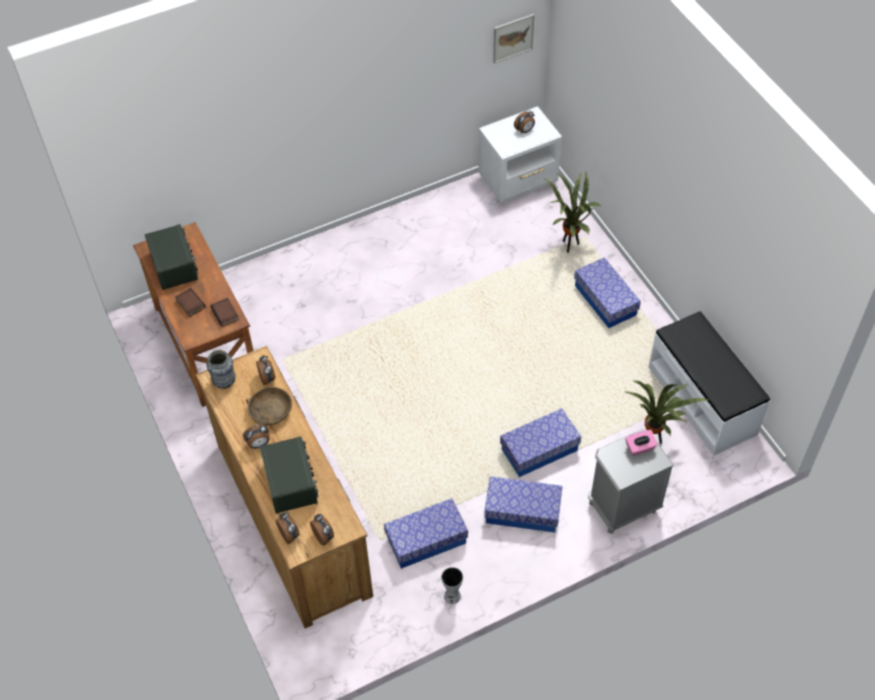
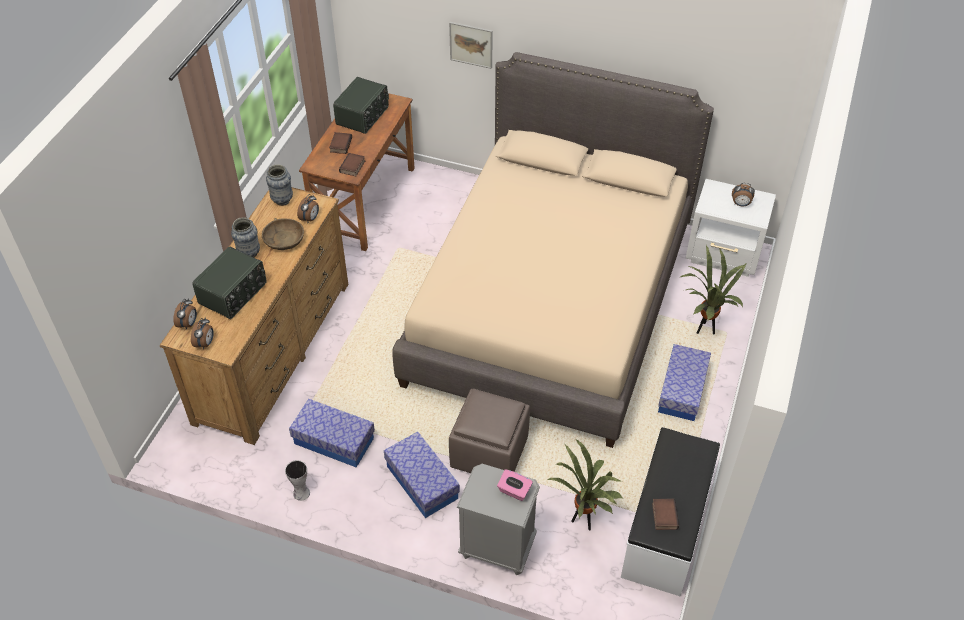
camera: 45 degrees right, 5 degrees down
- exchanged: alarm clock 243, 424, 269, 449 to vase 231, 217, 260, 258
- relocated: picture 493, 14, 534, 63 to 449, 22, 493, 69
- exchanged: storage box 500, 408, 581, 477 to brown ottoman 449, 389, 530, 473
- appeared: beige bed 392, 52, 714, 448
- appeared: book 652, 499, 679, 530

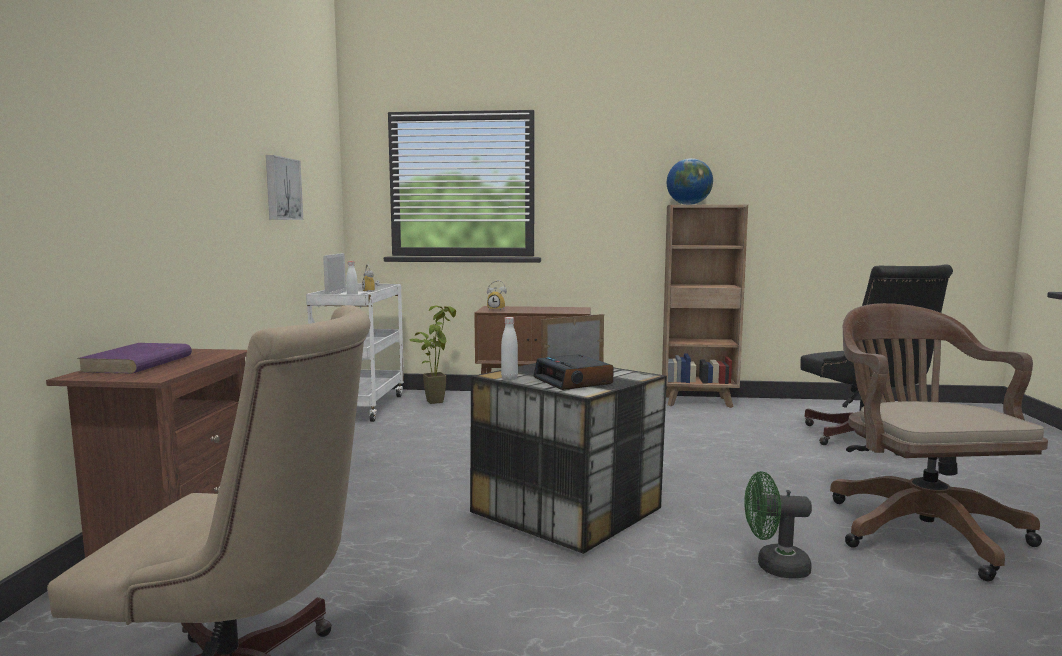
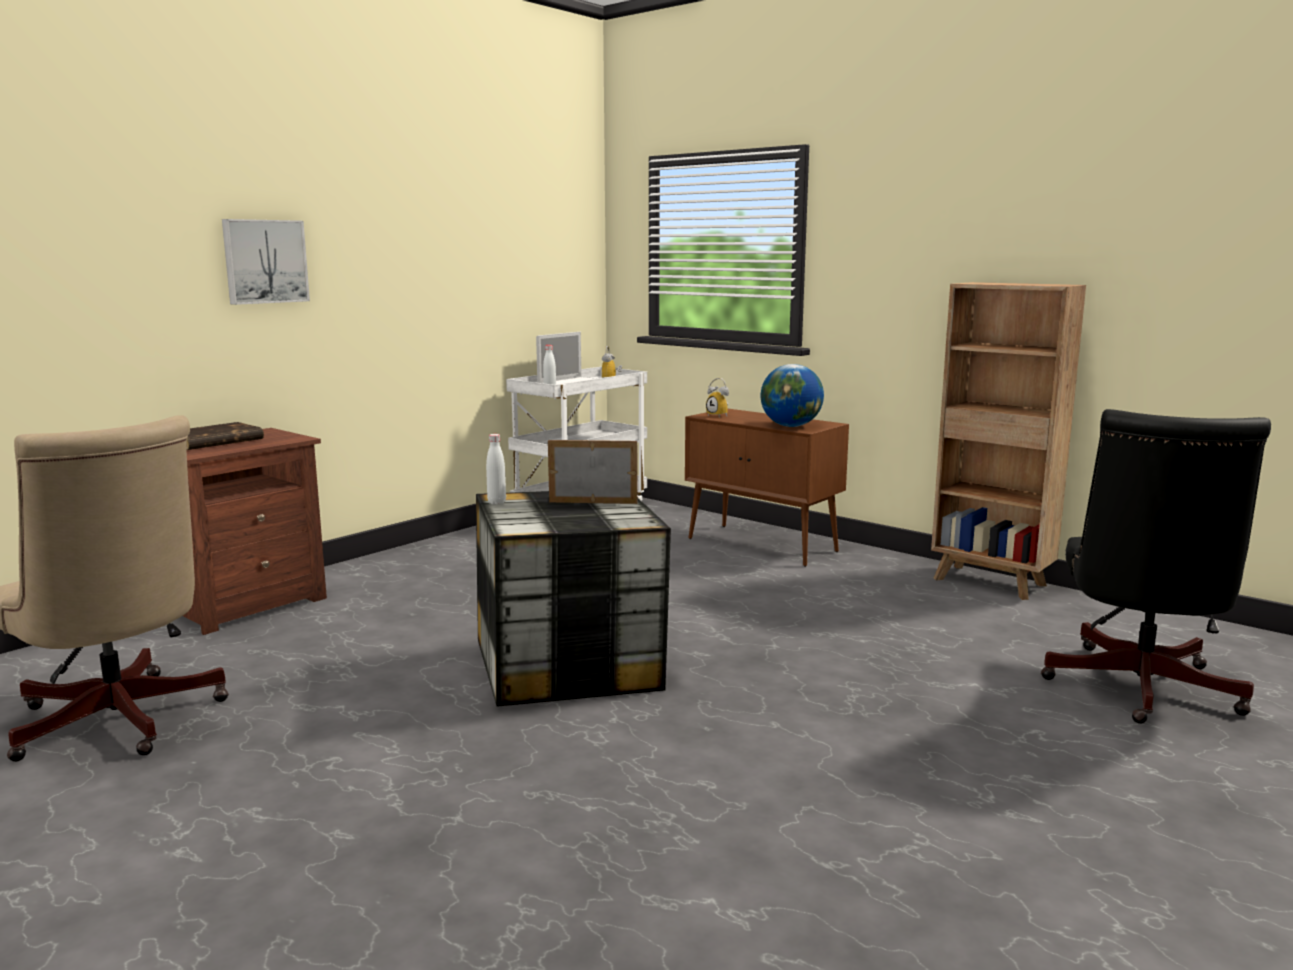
camera: 35 degrees right, 5 degrees up
- colour: purple book 77, 343, 192, 374 to brown book 186, 422, 264, 450
- relocated: picture 266, 155, 303, 220 to 222, 219, 310, 305
- missing: potted plant 409, 306, 456, 404
- missing: alarm clock 534, 354, 614, 390
- relocated: globe 667, 158, 713, 205 to 761, 364, 824, 427
- missing: green fan 744, 471, 812, 578
- missing: brown office chair 830, 303, 1048, 581

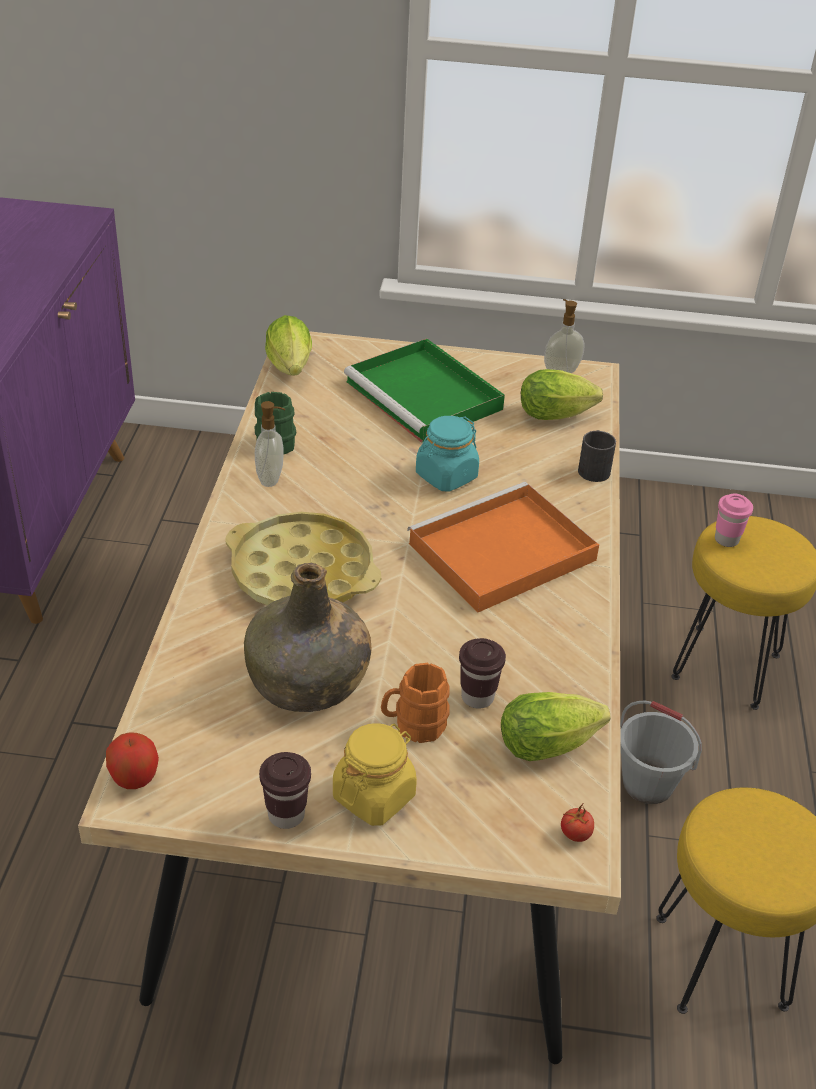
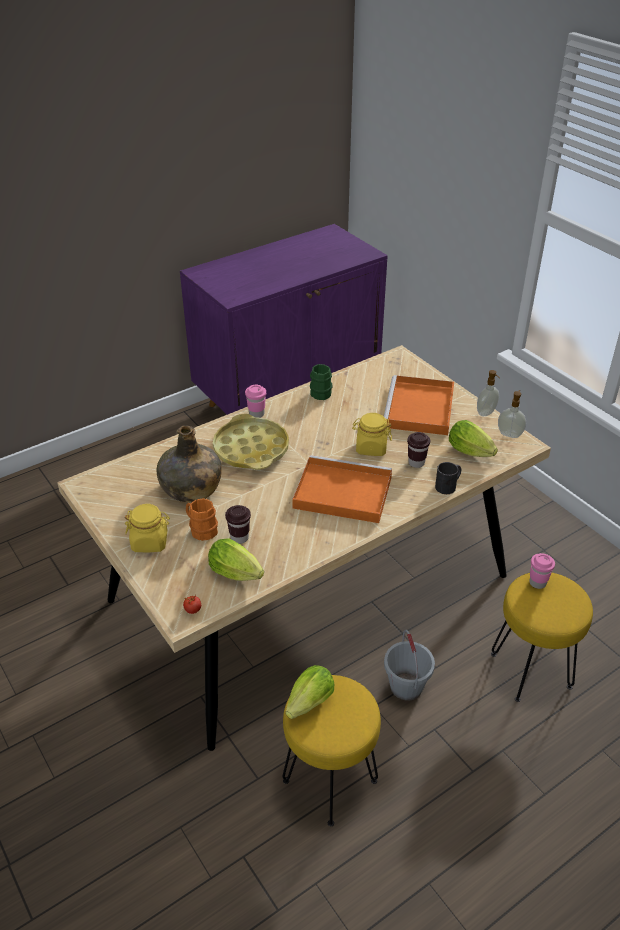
camera: 50 degrees right, 0 degrees up
- missing: apple 106, 733, 159, 789
- relocated: soap dispenser 255, 401, 285, 487 to 477, 370, 500, 416
- relocated: brown cup 259, 752, 311, 829 to 407, 432, 430, 468
- relocated: lettuce 265, 315, 312, 375 to 286, 665, 334, 719
- colour: green tray 344, 338, 505, 443 to orange tray 384, 375, 454, 435
- colour: turquoise jar 416, 416, 479, 492 to yellow jar 352, 413, 392, 456
- appeared: pink cup 245, 385, 266, 418

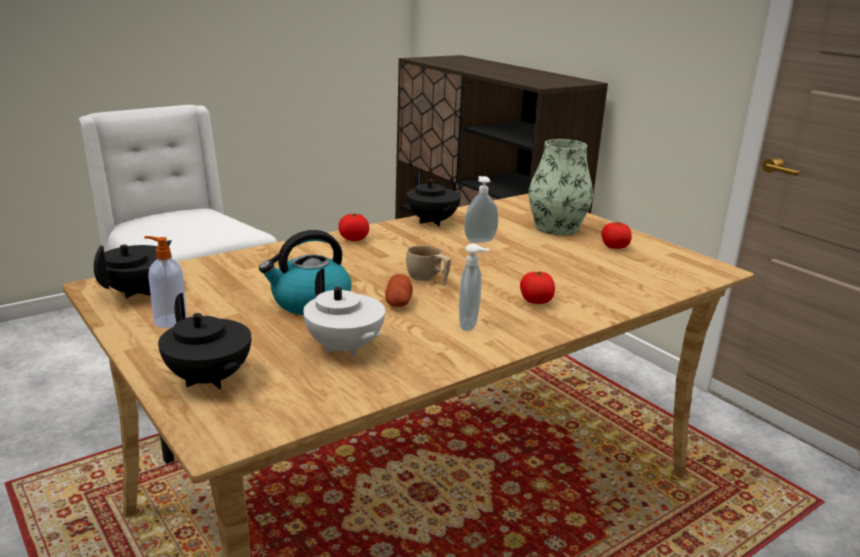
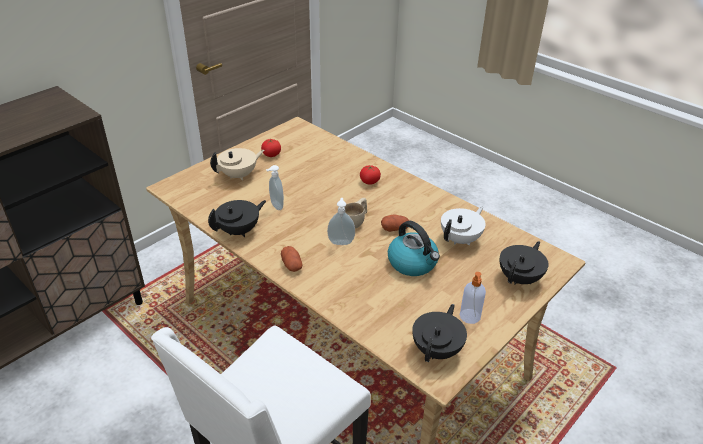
camera: 100 degrees left, 15 degrees up
- spun: black teapot 94, 240, 172, 299 = 412, 304, 467, 362 105 degrees clockwise
- exchanged: tomato 338, 213, 369, 241 to potato 281, 246, 303, 272
- relocated: soap dispenser 459, 244, 489, 331 to 327, 198, 355, 245
- exchanged: vase 529, 139, 593, 236 to beige teapot 210, 148, 264, 181

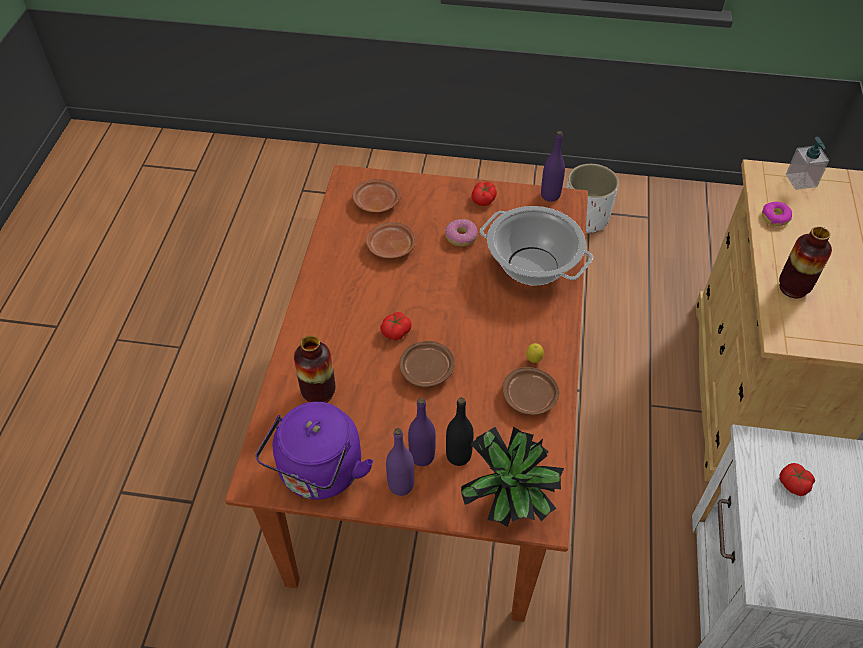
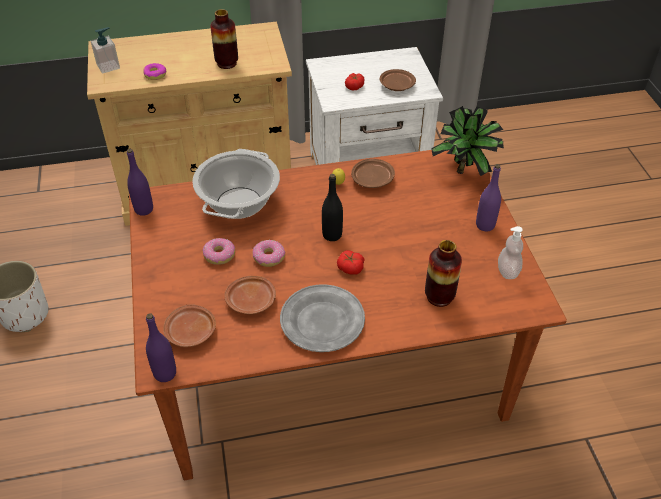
camera: 110 degrees left, 5 degrees down
- exchanged: purple kettle 255, 402, 374, 500 to soap dispenser 498, 226, 523, 279
- relocated: brown plate 399, 341, 455, 387 to 380, 69, 416, 91
- relocated: purple bottle 408, 398, 436, 466 to 146, 313, 176, 382
- relocated: black bottle 446, 397, 474, 466 to 322, 174, 343, 241
- missing: tomato 471, 182, 497, 206
- appeared: donut 252, 240, 286, 267
- appeared: grey plate 280, 284, 365, 352

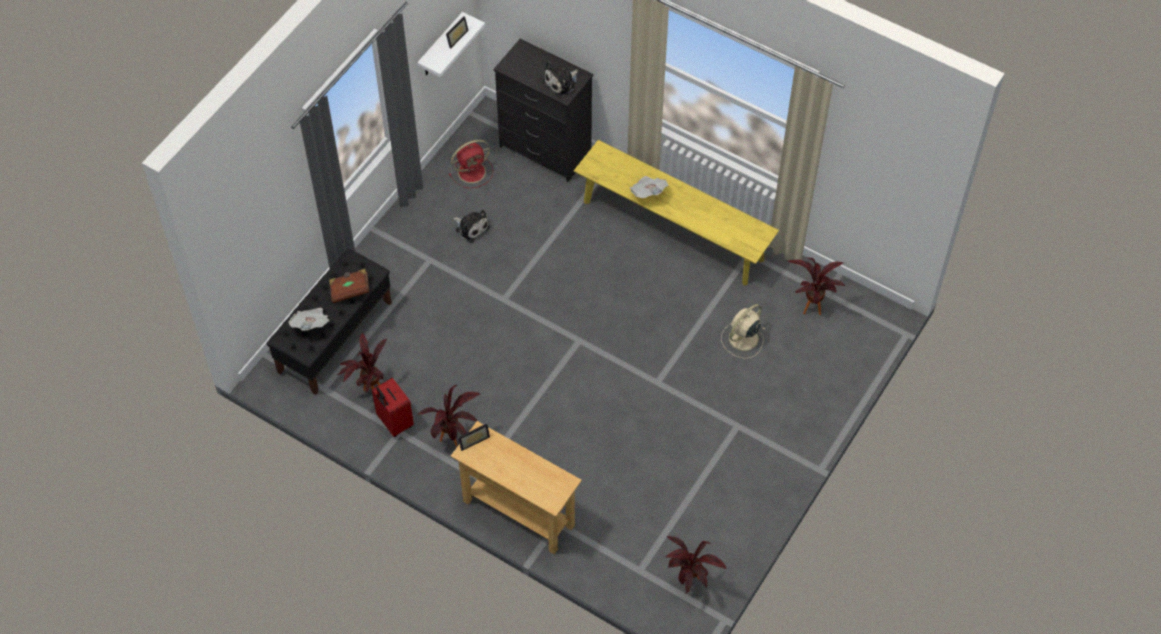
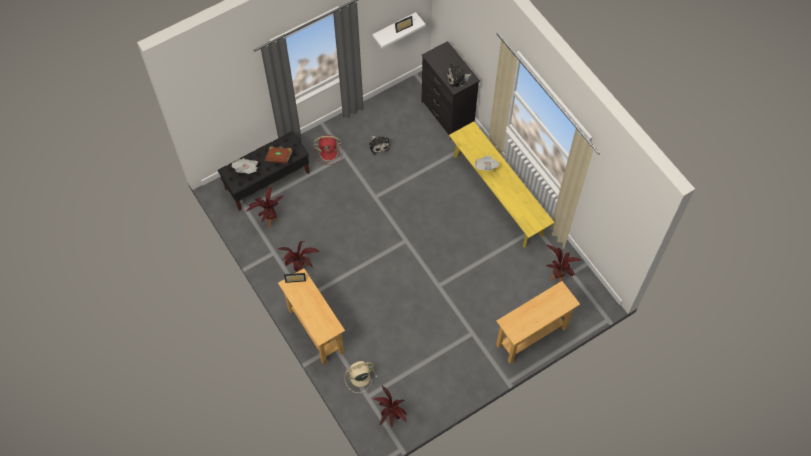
camera: 25 degrees right, 5 degrees up
- missing: red suitcase 372, 378, 414, 437
- relocated: red fan 449, 140, 493, 188 to 314, 135, 343, 165
- relocated: beige fan 721, 304, 765, 359 to 344, 361, 377, 393
- appeared: beige console table 496, 281, 580, 364

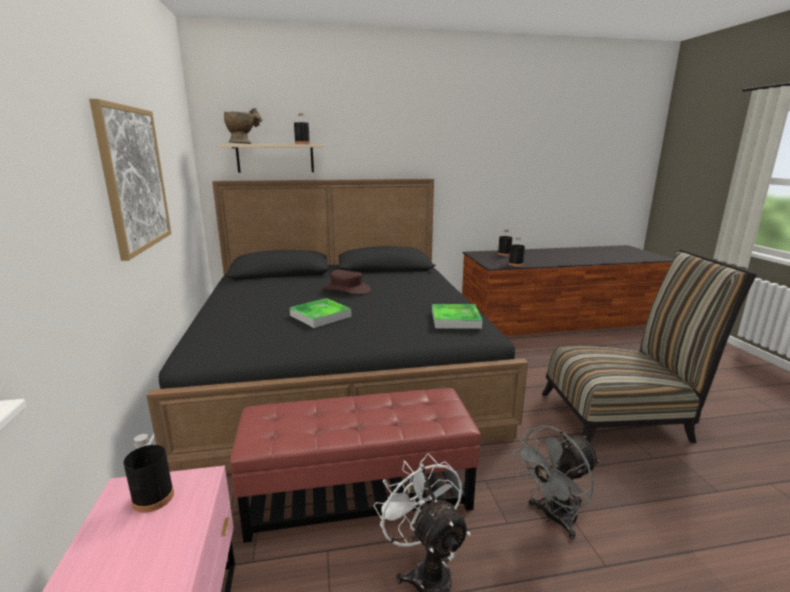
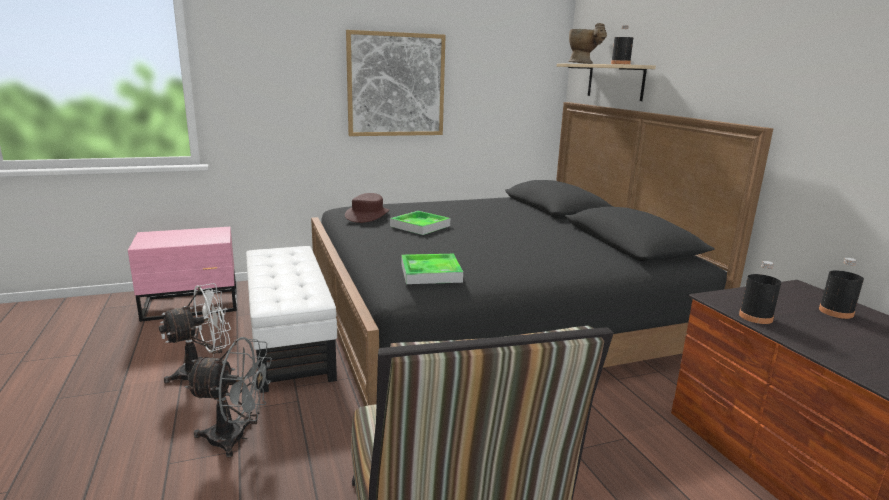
camera: 80 degrees right, 0 degrees up
- missing: black bottle 123, 434, 174, 513
- colour: red ottoman 230, 388, 481, 543 to white ottoman 246, 246, 337, 393
- relocated: brown hat 322, 270, 371, 295 to 345, 193, 389, 223
- spun: grey fan 513, 425, 600, 539 = 185, 337, 272, 458 135 degrees clockwise

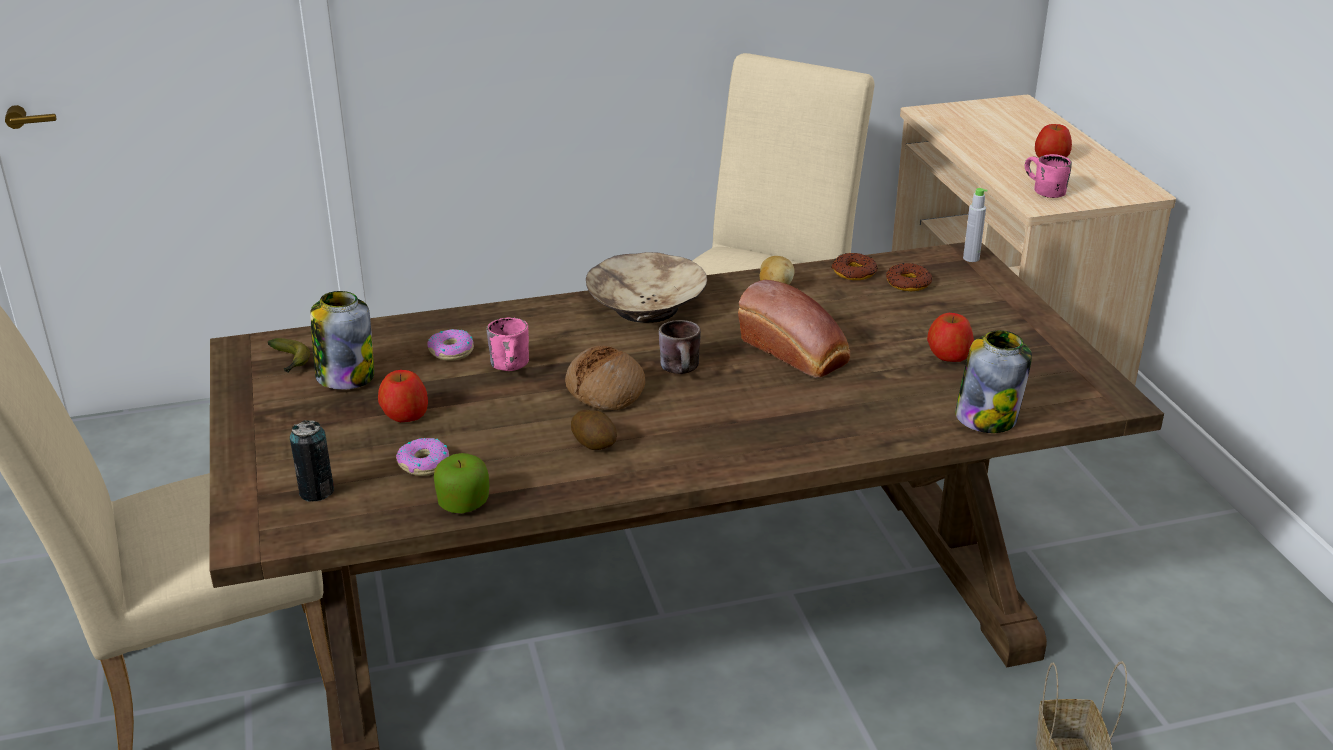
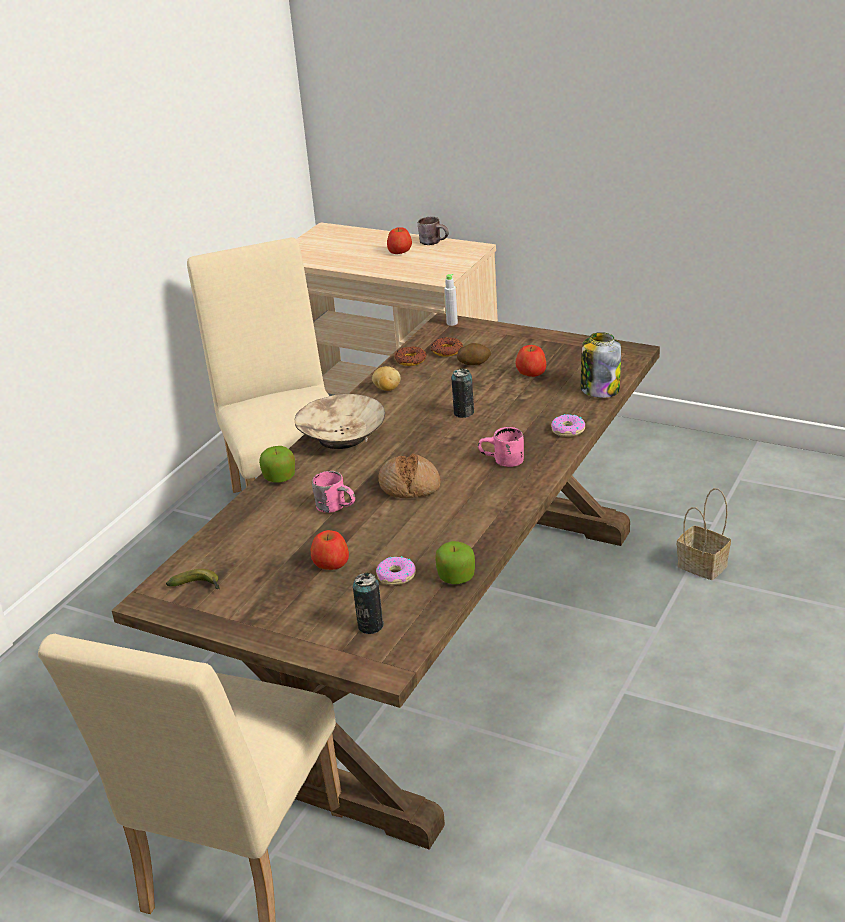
camera: 45 degrees left, 0 degrees up
- missing: jar 310, 291, 374, 390
- relocated: donut 427, 329, 474, 361 to 551, 414, 585, 437
- relocated: potato 571, 410, 617, 450 to 457, 343, 491, 365
- relocated: brown mug 659, 320, 701, 374 to 418, 217, 449, 245
- exchanged: bread 738, 280, 850, 378 to can 451, 368, 474, 418
- relocated: pink mug 1025, 154, 1072, 198 to 478, 427, 524, 467
- appeared: apple 259, 446, 295, 483

